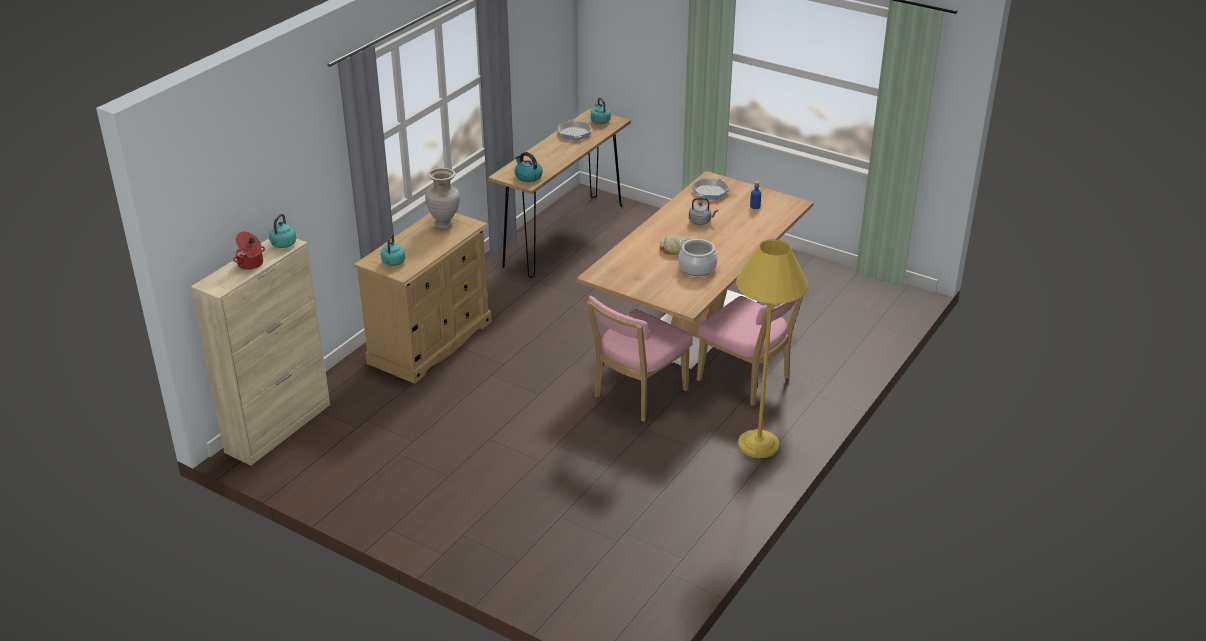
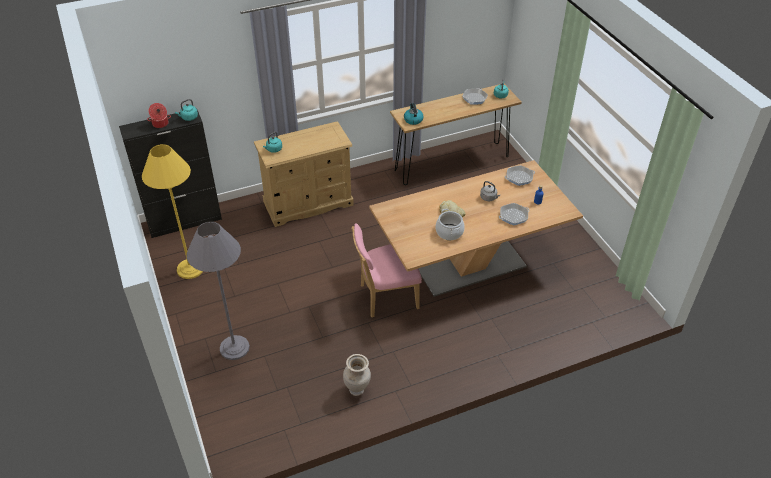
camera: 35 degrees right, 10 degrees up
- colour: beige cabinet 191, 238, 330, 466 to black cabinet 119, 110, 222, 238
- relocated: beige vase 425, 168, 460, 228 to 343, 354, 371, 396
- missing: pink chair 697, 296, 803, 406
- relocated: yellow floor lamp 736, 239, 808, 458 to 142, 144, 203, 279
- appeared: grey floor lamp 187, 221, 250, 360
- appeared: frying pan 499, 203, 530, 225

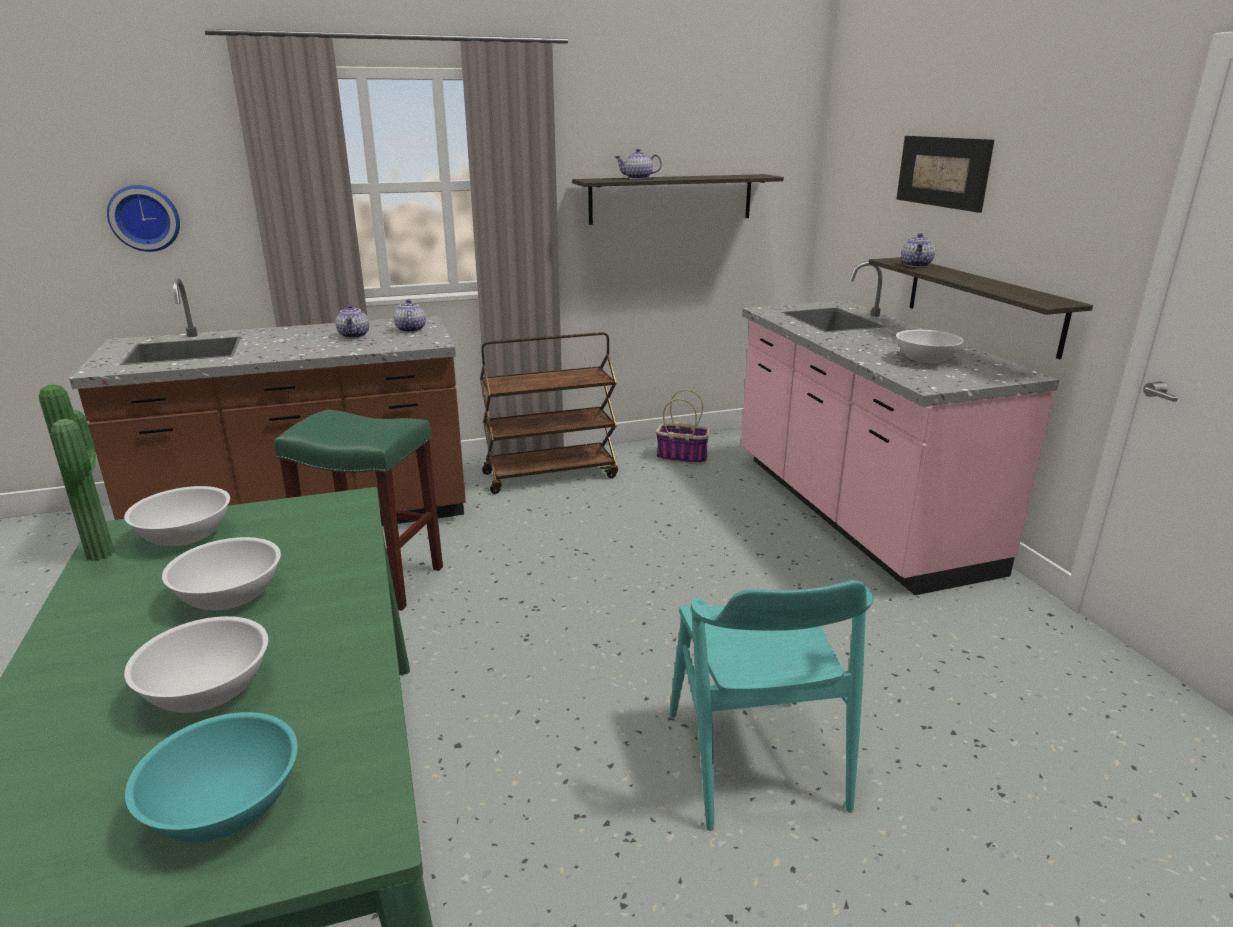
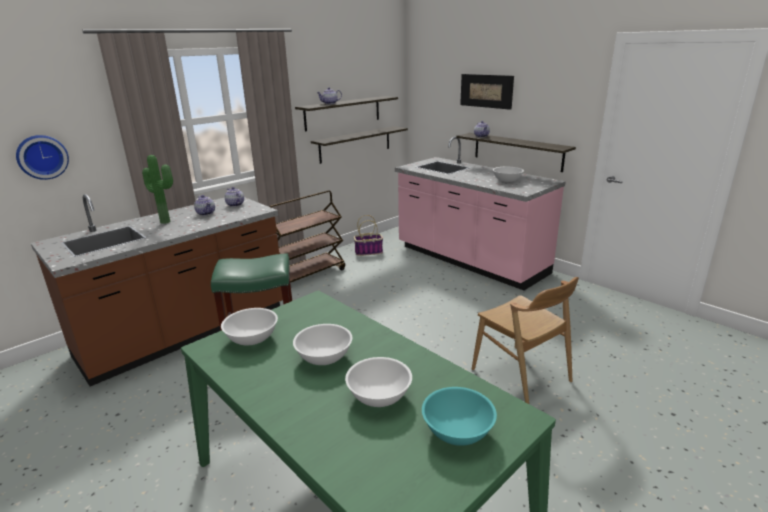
camera: 25 degrees left, 0 degrees up
- relocated: potted plant 39, 384, 115, 561 to 142, 155, 173, 224
- colour: turquoise chair 670, 580, 874, 831 to brown chair 472, 277, 579, 404
- appeared: shelf 311, 126, 408, 164

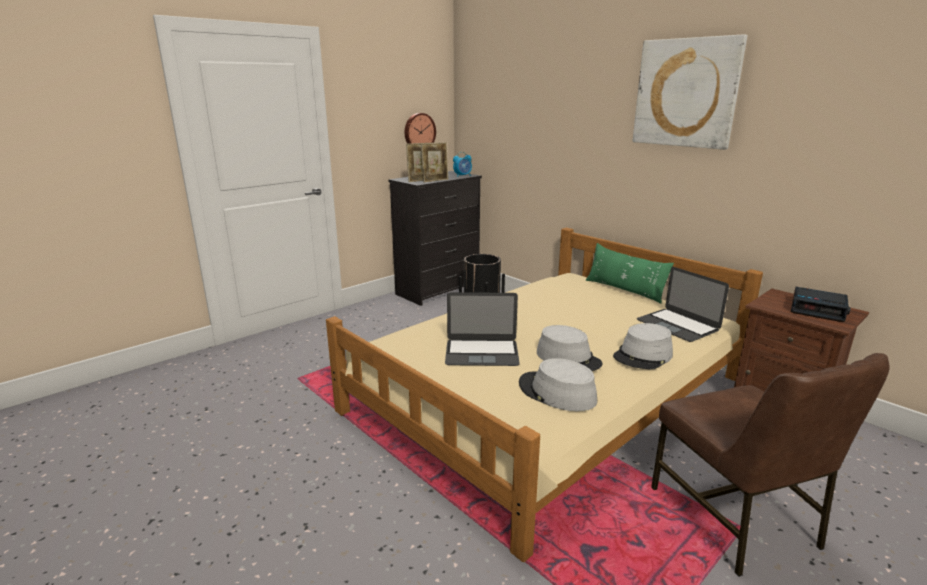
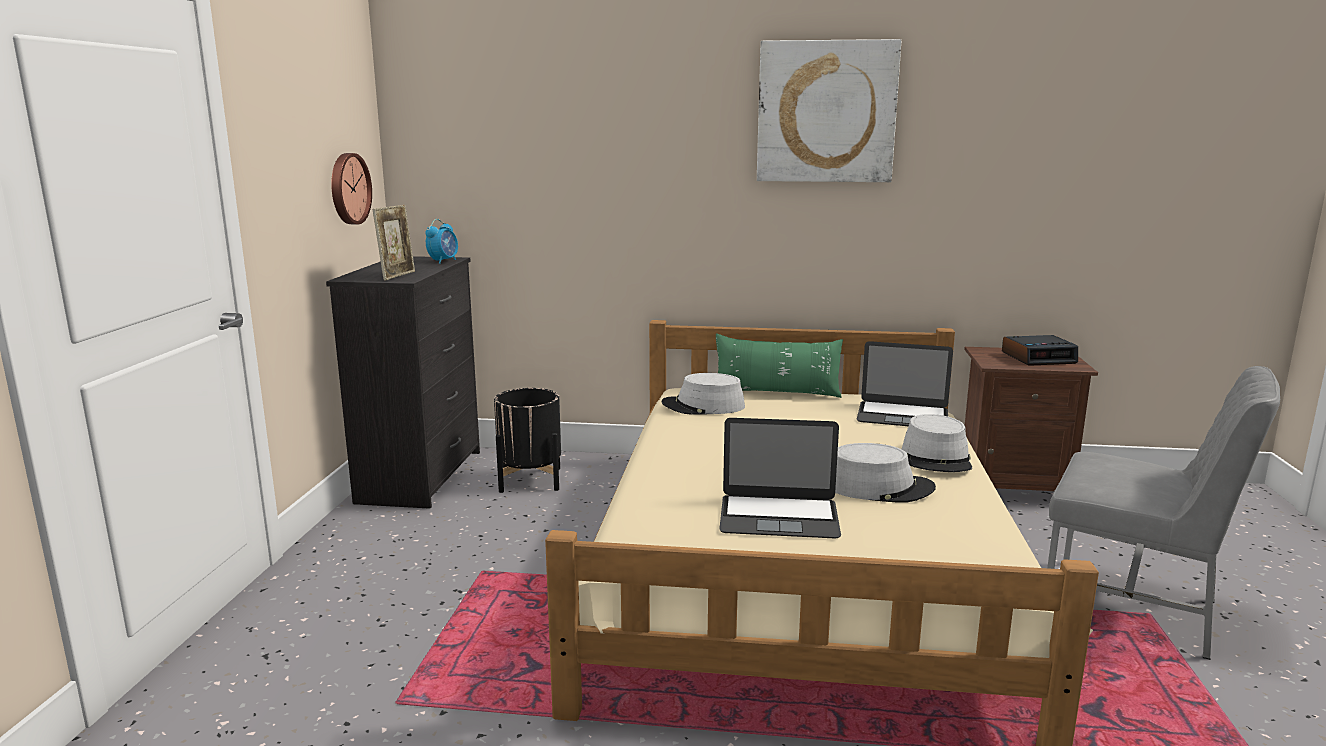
camera: 40 degrees left, 5 degrees down
- missing: picture frame 421, 143, 448, 182
- spun: laptop 445, 292, 520, 366 = 719, 418, 841, 538 45 degrees clockwise
- relocated: grey hat 519, 358, 597, 411 to 662, 373, 745, 415
- colour: brown chair 651, 353, 890, 577 to grey chair 1047, 366, 1280, 660

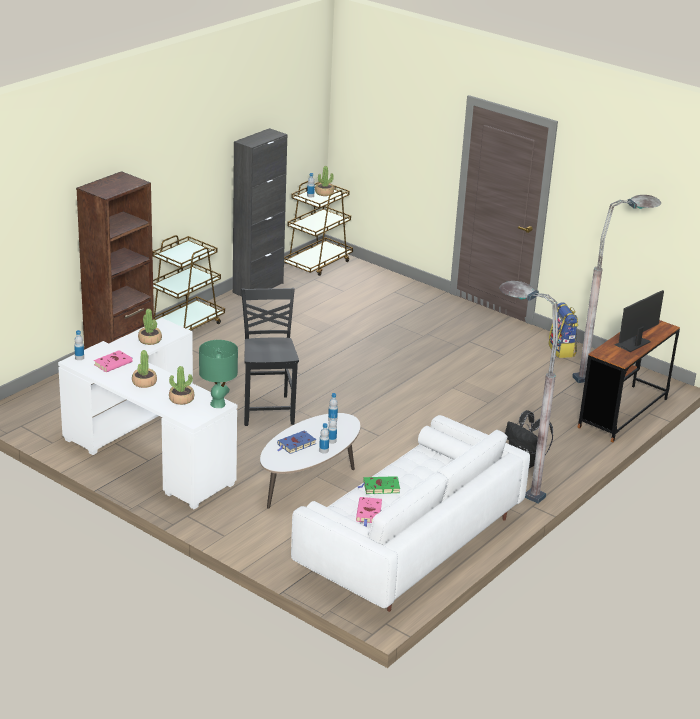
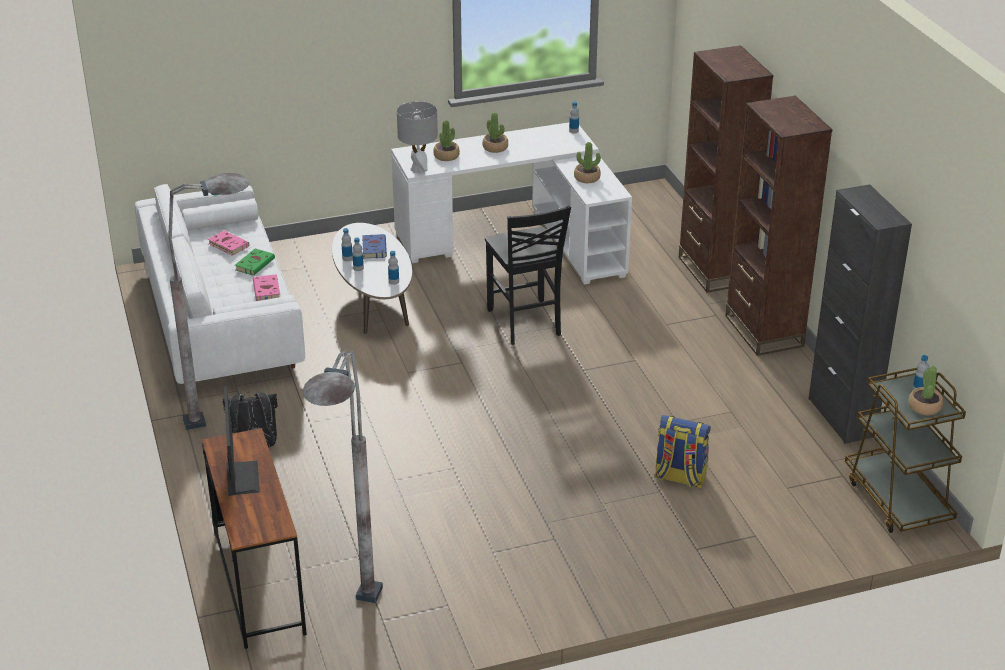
camera: 125 degrees right, 5 degrees up
- relocated: pink book 94, 350, 133, 372 to 253, 274, 280, 301
- exchanged: brown cart 152, 235, 225, 331 to brown bookcase 725, 96, 832, 356
- colour: green table lamp 199, 340, 238, 408 to grey table lamp 397, 101, 438, 174
- spun: black chair 241, 288, 299, 426 = 485, 205, 571, 345 45 degrees clockwise
- relocated: backpack 548, 302, 578, 358 to 654, 415, 711, 488

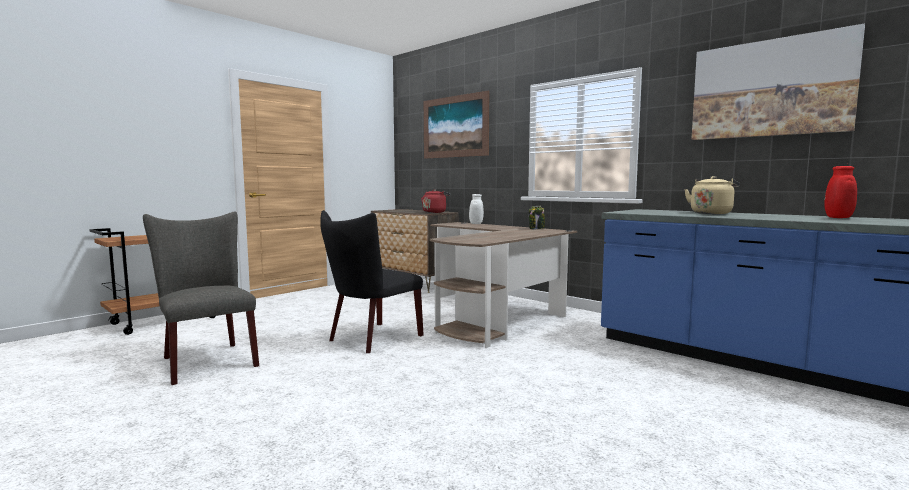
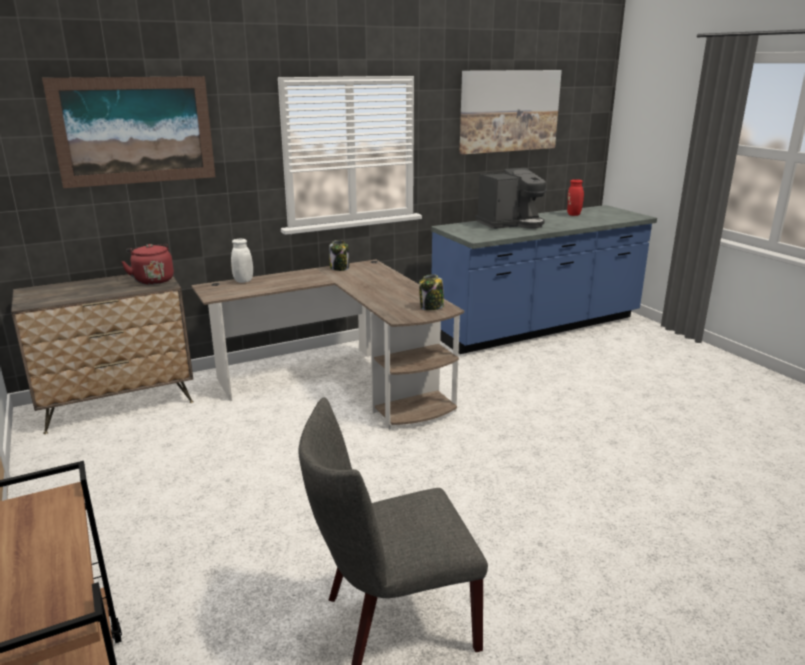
camera: 70 degrees left, 15 degrees up
- missing: black chair 320, 210, 424, 353
- exchanged: beige kettle 684, 176, 740, 214 to coffee machine 475, 168, 547, 229
- appeared: jar 419, 274, 444, 311

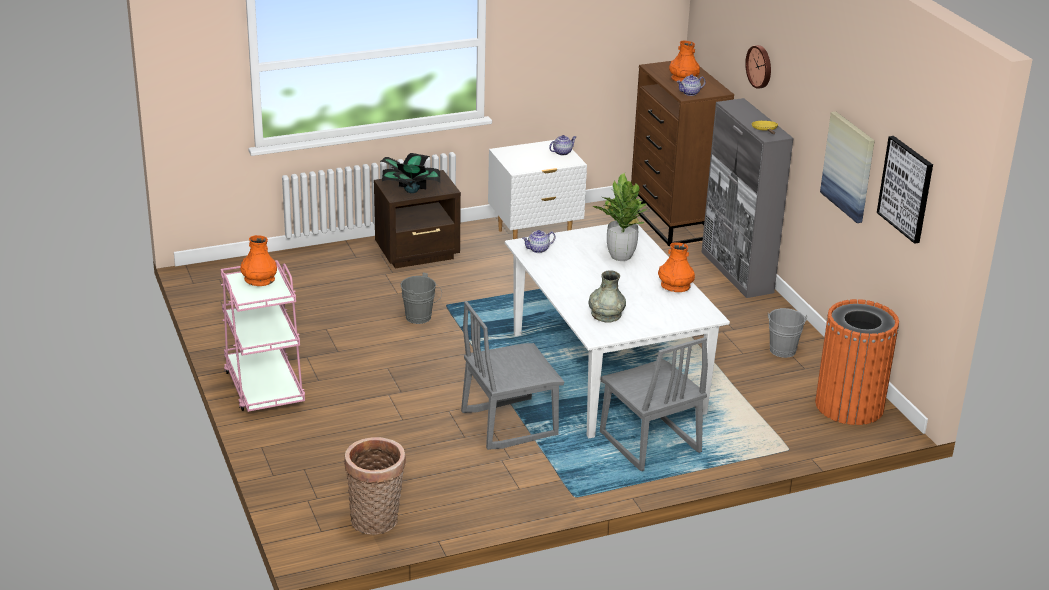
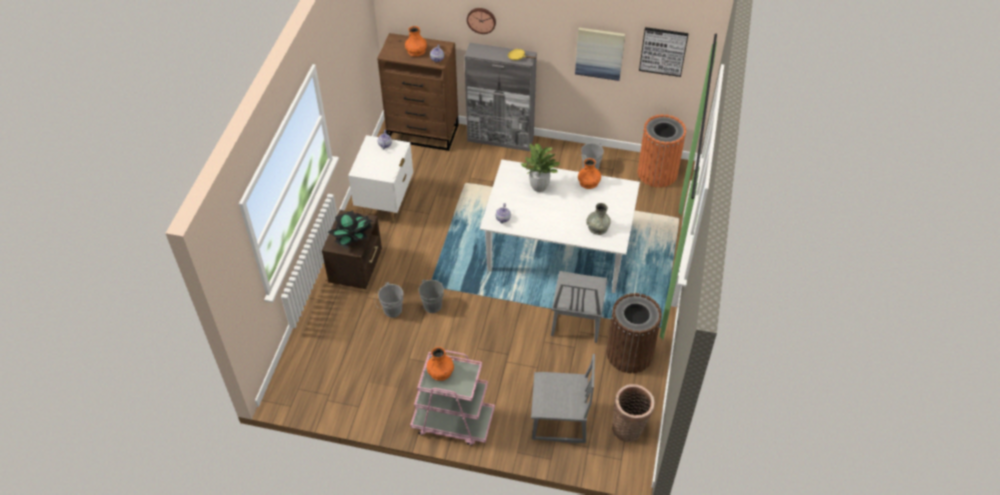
camera: 55 degrees left, 20 degrees up
- relocated: grey chair 600, 337, 708, 471 to 531, 354, 595, 443
- appeared: grey bucket 374, 282, 404, 318
- appeared: brown trash can 607, 293, 662, 373

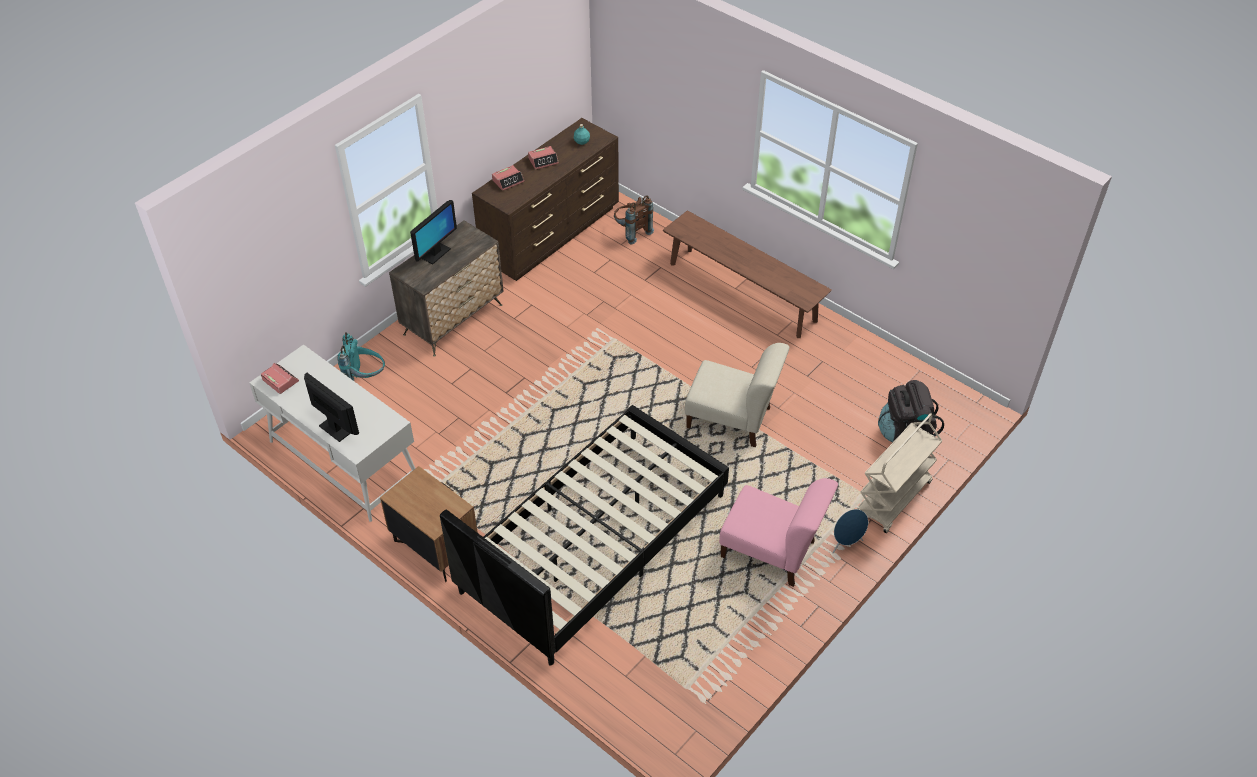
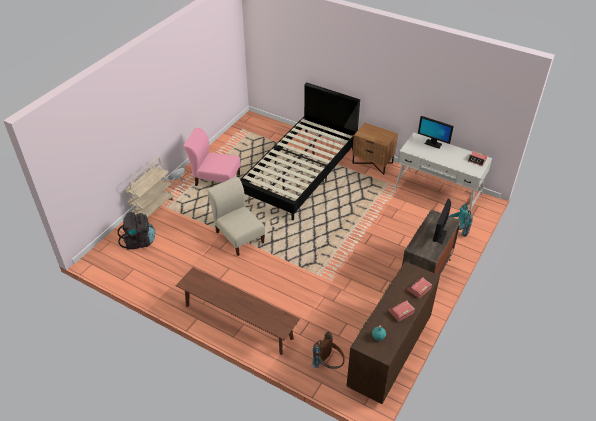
camera: 170 degrees right, 5 degrees down
- spun: beige chair 685, 343, 789, 447 = 207, 177, 265, 256 45 degrees clockwise

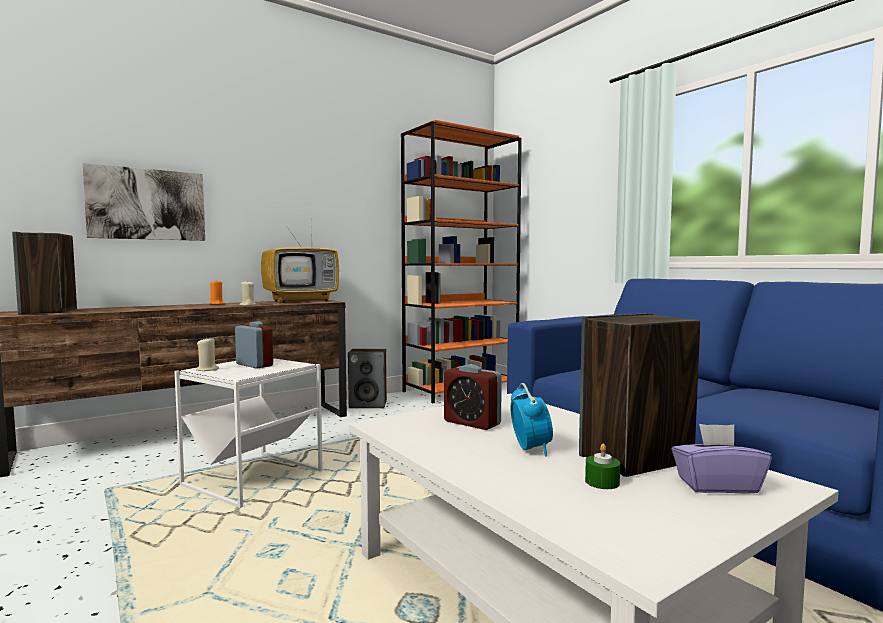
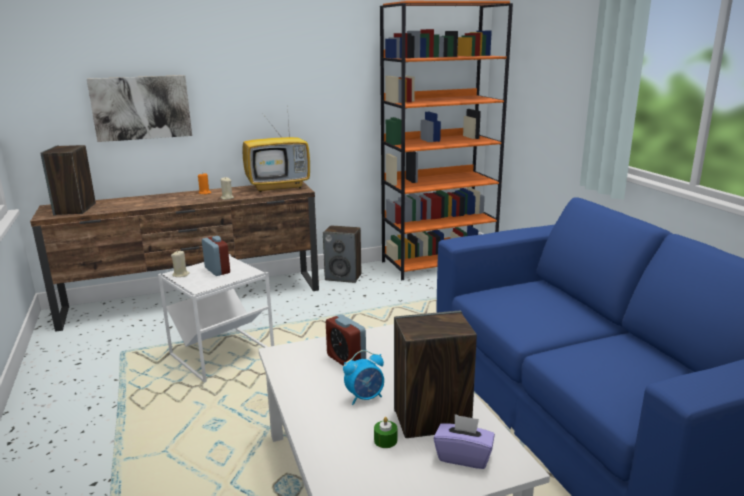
camera: 15 degrees right, 15 degrees up
- spun: alarm clock 510, 383, 553, 457 = 343, 350, 384, 405 60 degrees clockwise

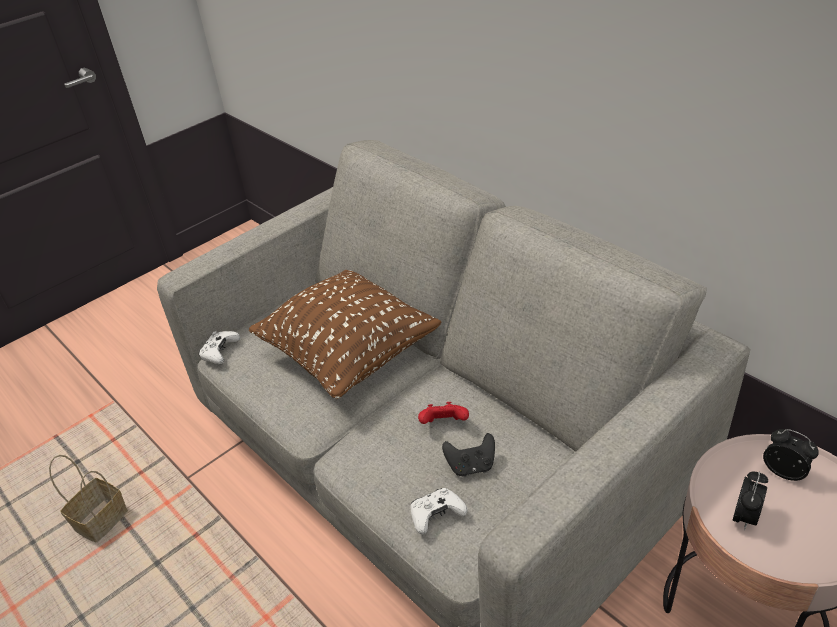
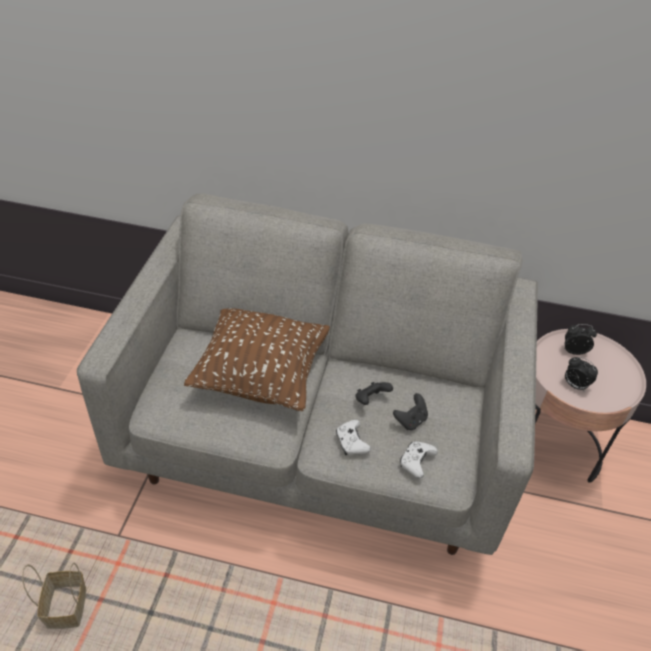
camera: 40 degrees left, 5 degrees up
- relocated: white game controller 199, 331, 240, 364 to 336, 420, 371, 455
- colour: red game controller 418, 402, 469, 424 to black game controller 355, 382, 393, 405
- spun: alarm clock 732, 472, 768, 530 = 565, 357, 598, 391 135 degrees clockwise

